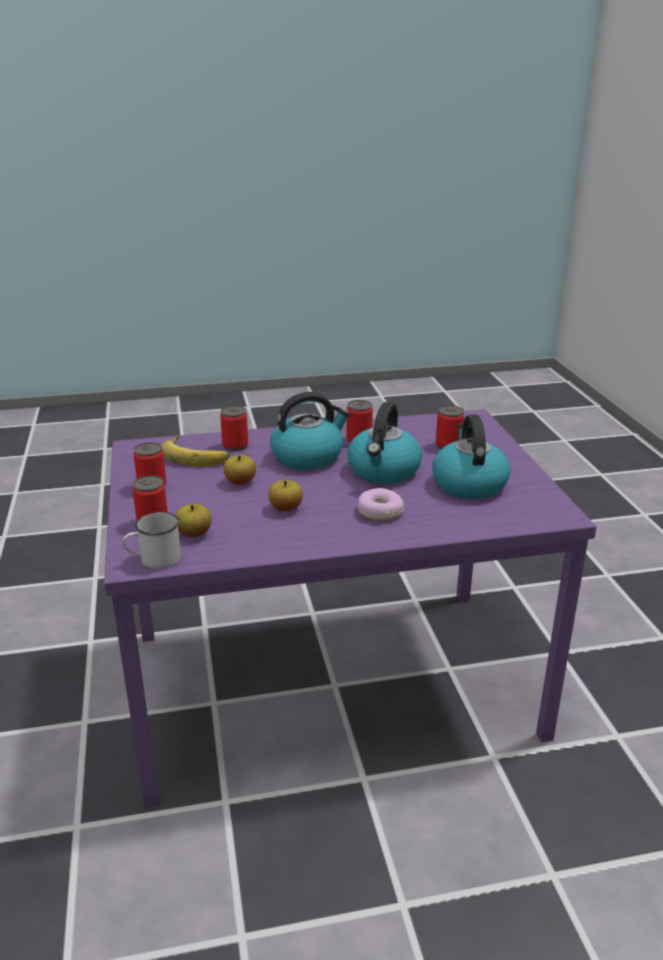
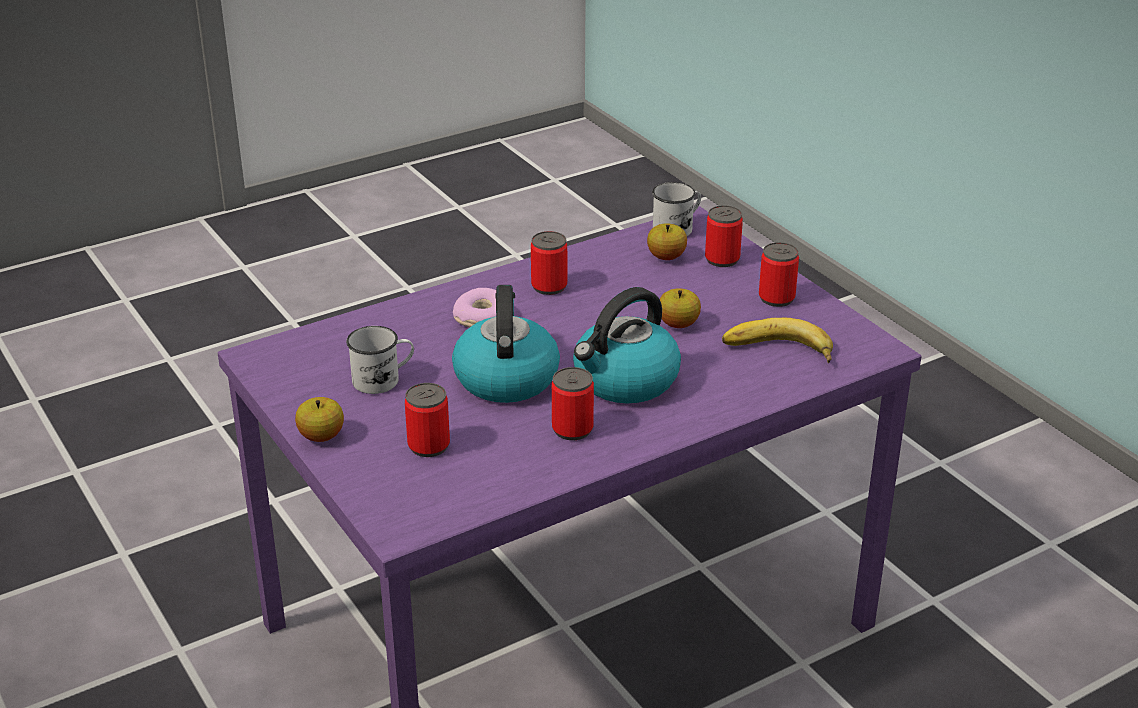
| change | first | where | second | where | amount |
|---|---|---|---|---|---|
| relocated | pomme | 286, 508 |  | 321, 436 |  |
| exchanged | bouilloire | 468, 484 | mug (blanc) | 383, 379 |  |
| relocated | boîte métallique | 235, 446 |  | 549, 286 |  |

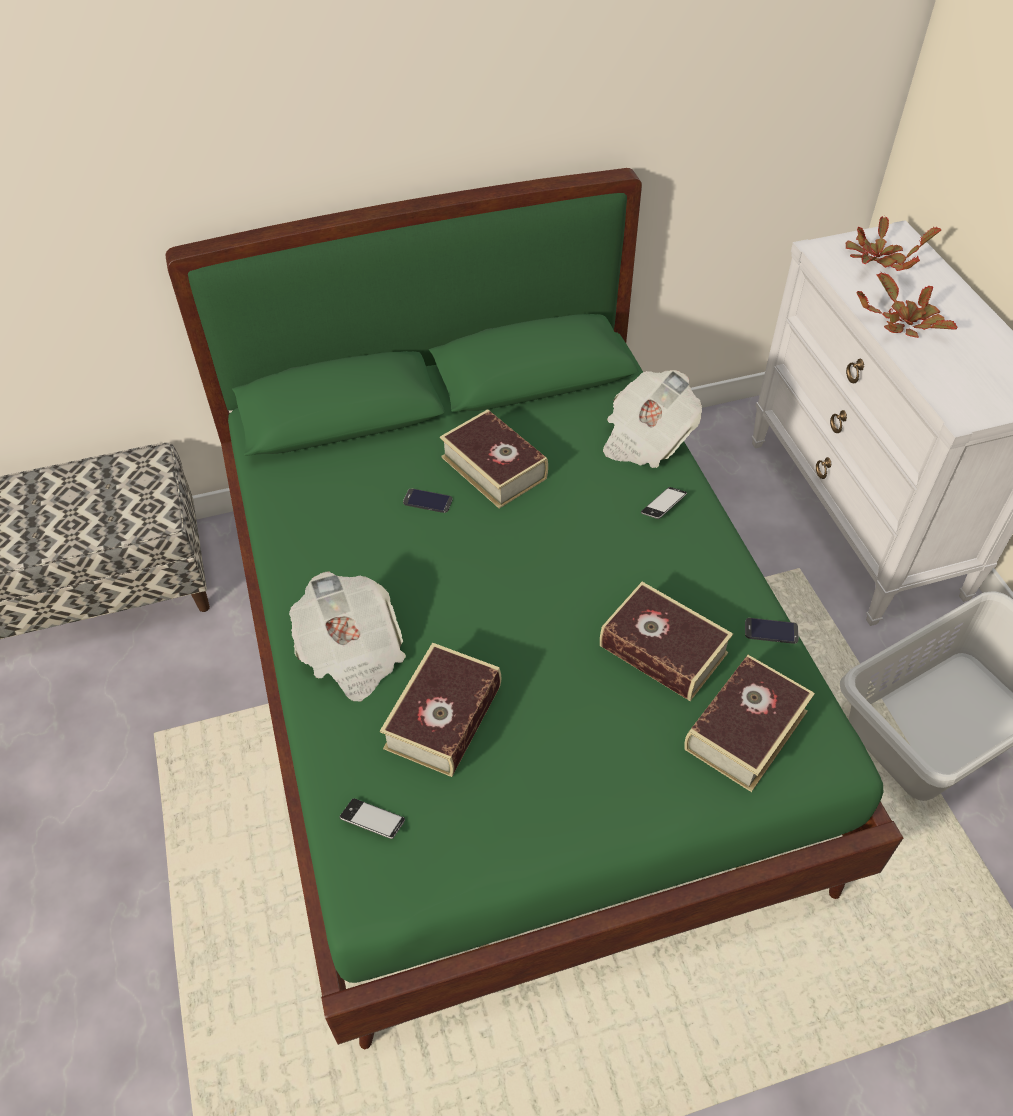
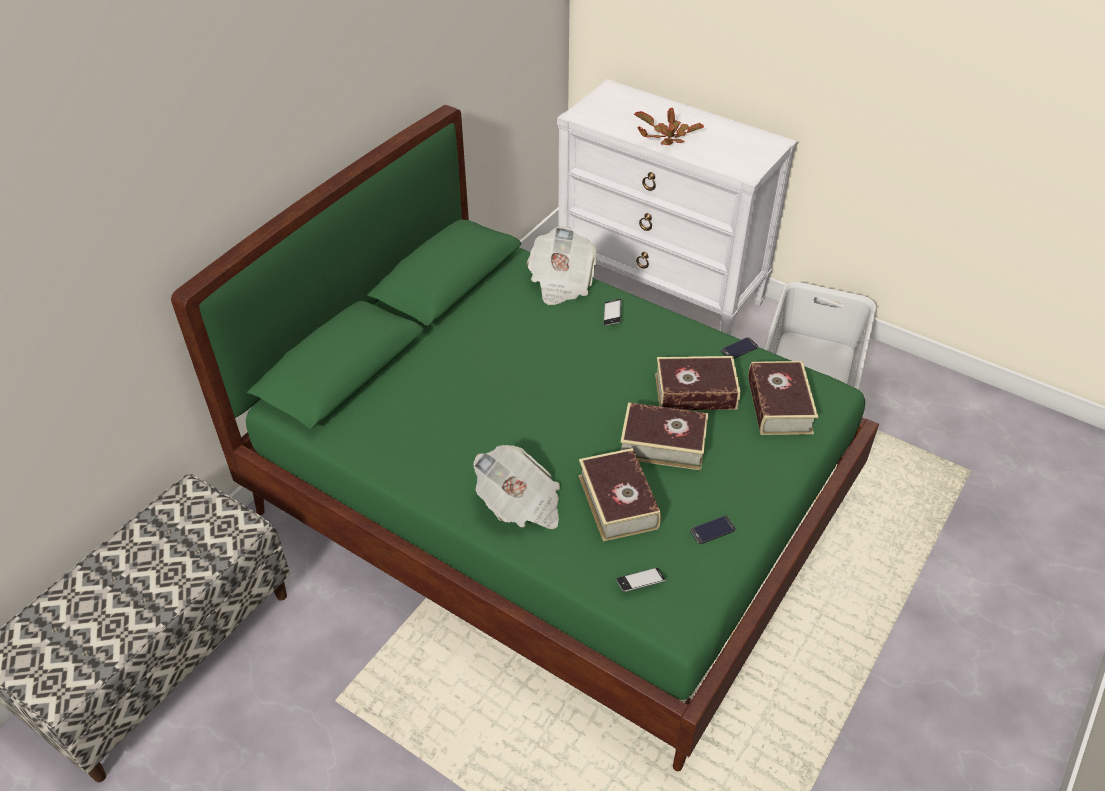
| change | first | where | second | where | amount |
|---|---|---|---|---|---|
| relocated | livre | 494, 467 |  | 663, 444 |  |
| relocated | téléphone | 427, 501 |  | 712, 530 |  |
| missing | plante en pot | 878, 260 |  |  |  |

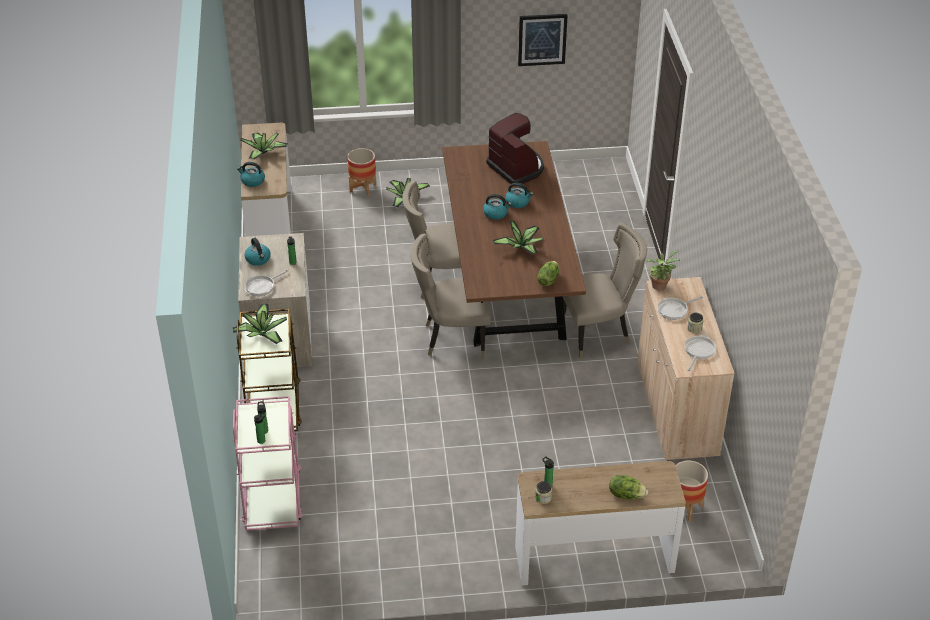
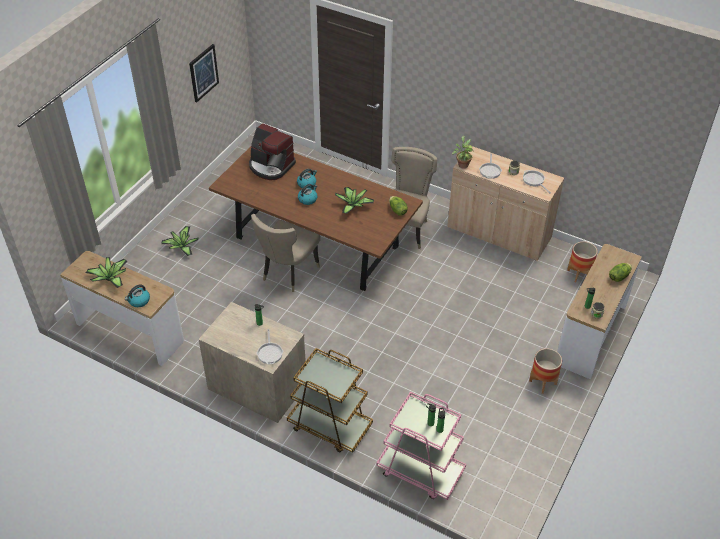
| change | first | where | second | where | amount |
|---|---|---|---|---|---|
| spun | machine à café | 516, 168 |  | 271, 166 | 150 degrees counterclockwise |
| relocated | cache-pot | 362, 188 |  | 542, 382 |  |
| missing | plante en pot | 261, 333 |  |  |  |
| missing | bouilloire | 258, 259 |  |  |  |
| missing | chaise (beige) | 452, 338 |  |  |  |

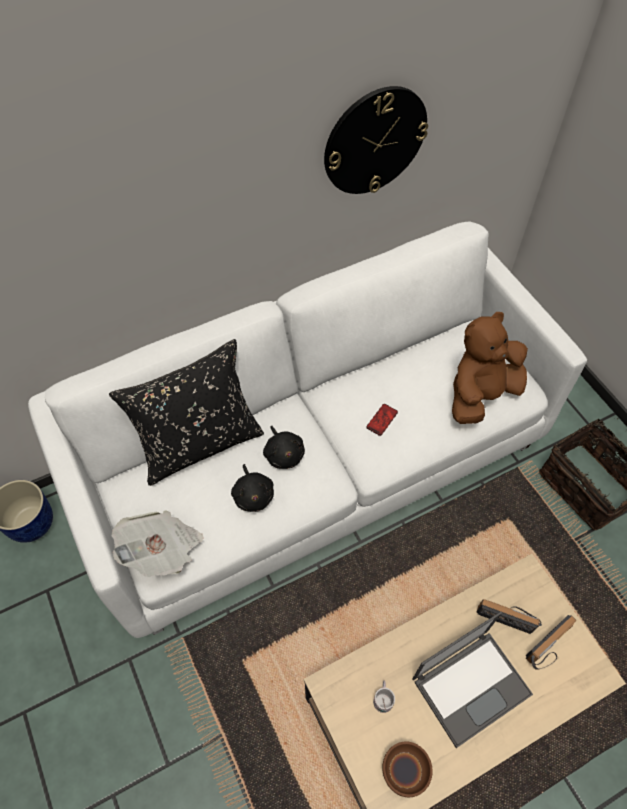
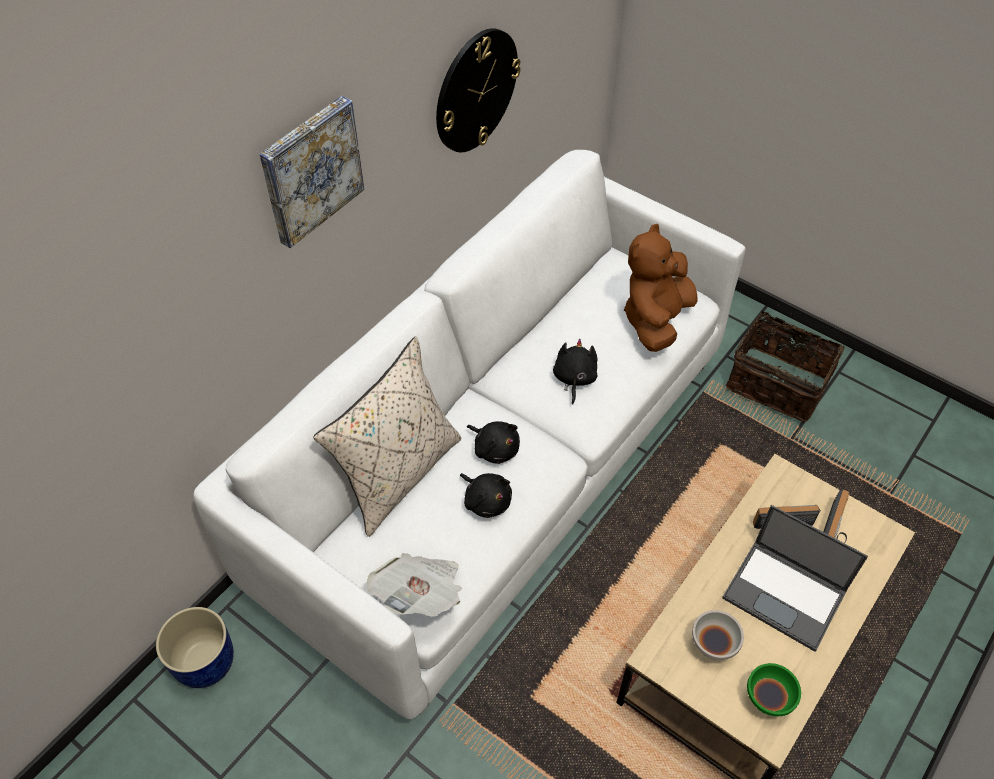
| change | first | where | second | where | amount |
|---|---|---|---|---|---|
| appeared |  |  | tableau | 310, 170 |  |
| colour | coussin (noir) | 199, 444 | coussin (beige) | 398, 474 |  |
| exchanged | téléphone | 382, 420 | peluche (noir) | 574, 379 |  |
| exchanged | mug (blanc) | 382, 699 | bol (blanc) | 712, 645 |  |
| spun | ordinateur portable | 472, 685 |  | 786, 594 | 90 degrees clockwise |
| colour | bol (marron) | 405, 771 | bol (vert) | 768, 698 |  |

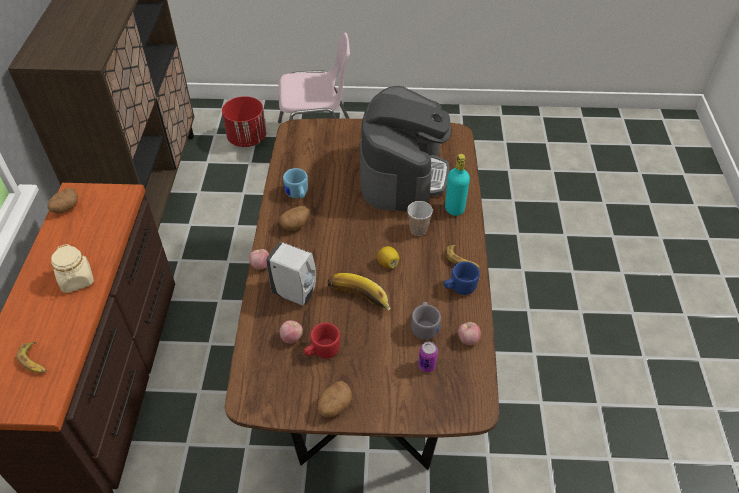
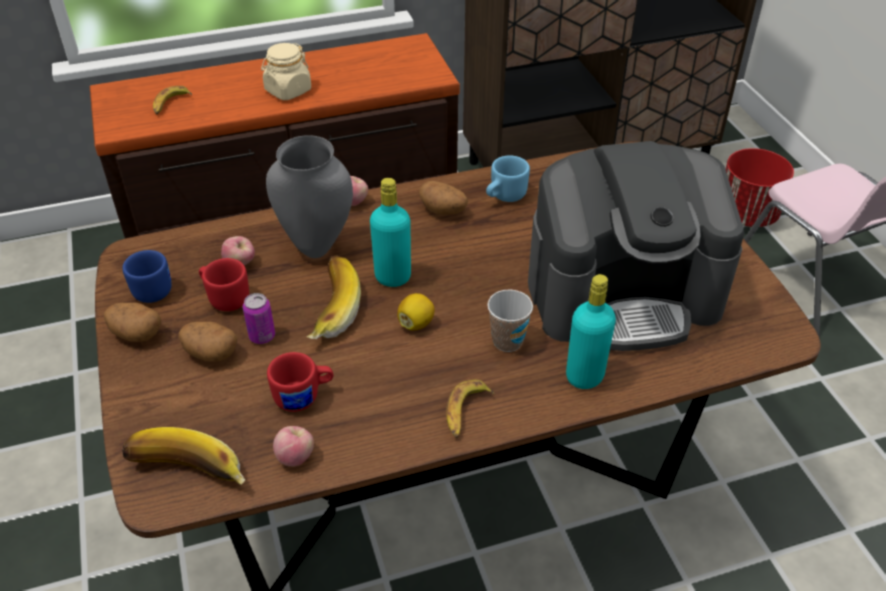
| change | first | where | second | where | amount |
|---|---|---|---|---|---|
| relocated | mug (bleu) | 459, 288 |  | 150, 288 |  |
| appeared |  |  | banane | 186, 475 |  |
| relocated | pomme de terre | 65, 208 |  | 211, 353 |  |
| relocated | boîte métallique | 426, 366 |  | 262, 336 |  |
| exchanged | distributeur de savon (blanc) | 296, 293 | vase (gris) | 317, 246 |  |
| colour | mug (gris) | 425, 327 | mug (rouge) | 304, 397 |  |
| appeared |  |  | bouteille (turquoise) | 393, 277 |  |

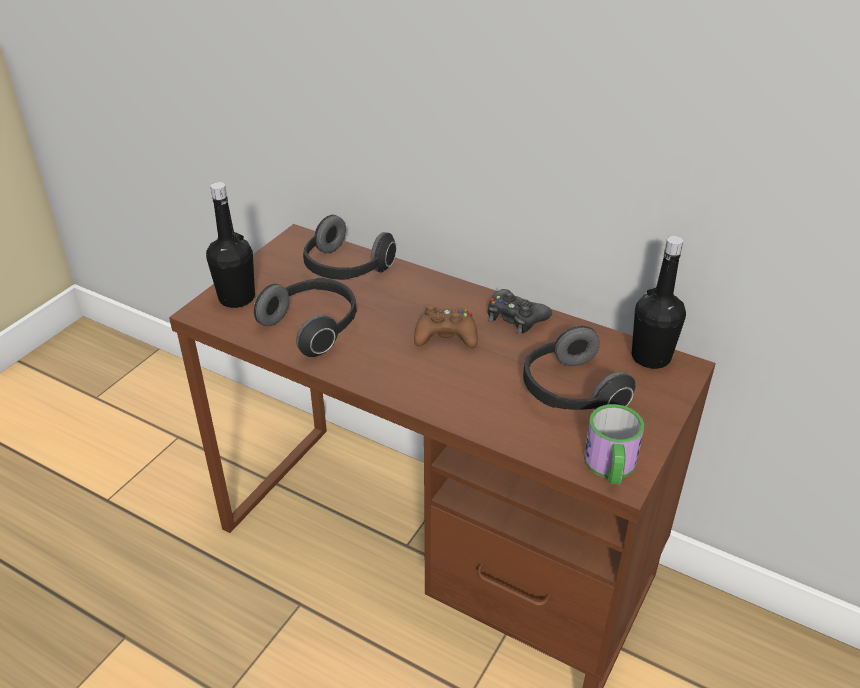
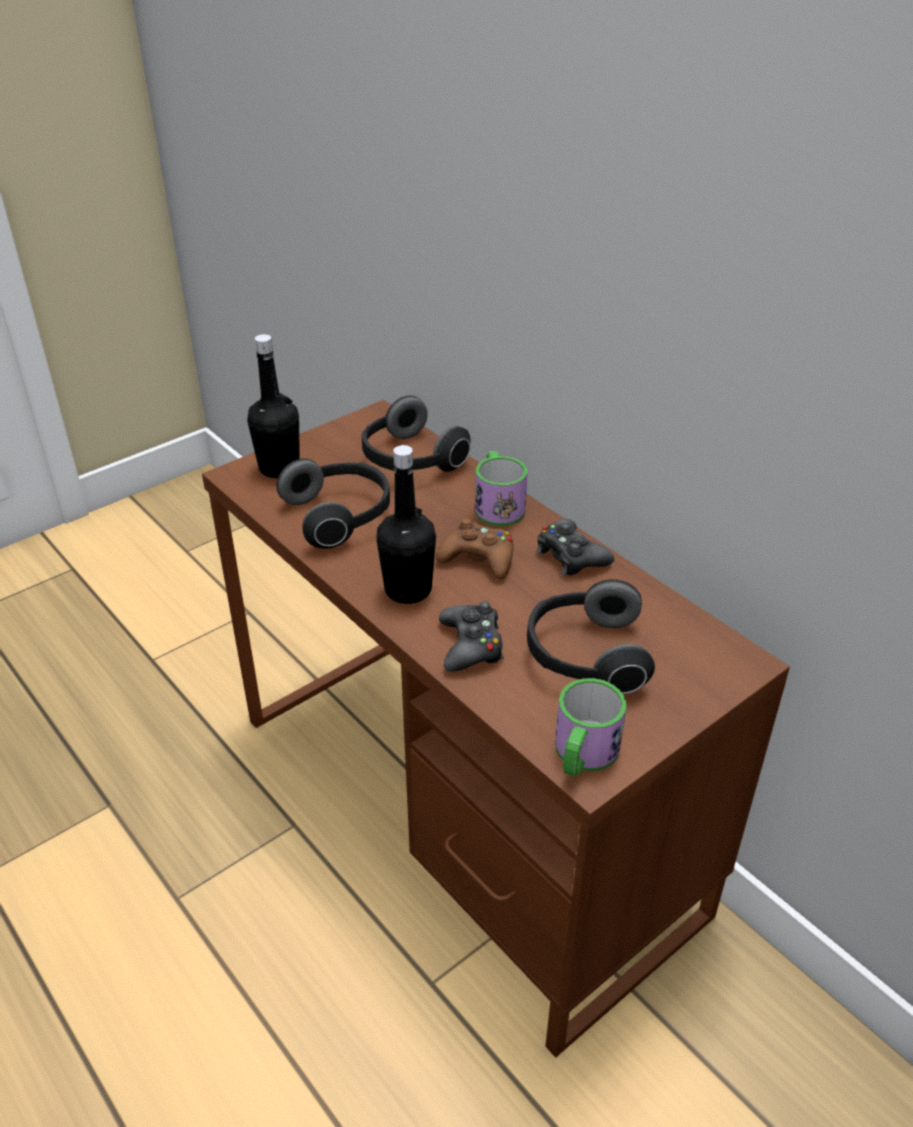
| change | first | where | second | where | amount |
|---|---|---|---|---|---|
| relocated | bouteille (noir) | 651, 357 |  | 408, 590 |  |
| appeared |  |  | manette (noir) | 471, 645 |  |
| appeared |  |  | mug | 498, 505 |  |

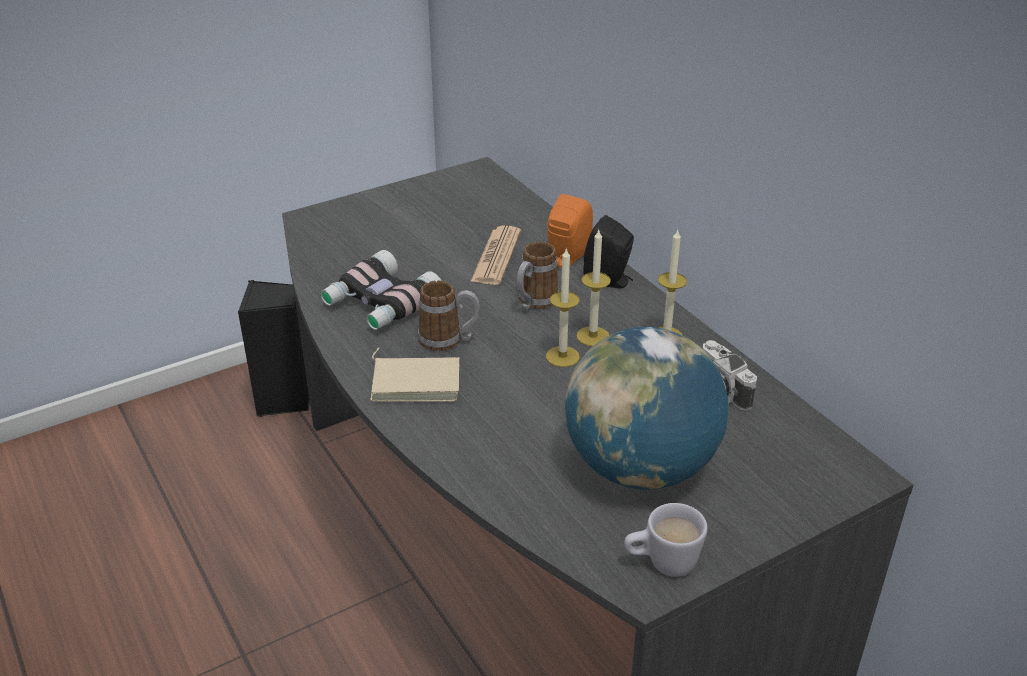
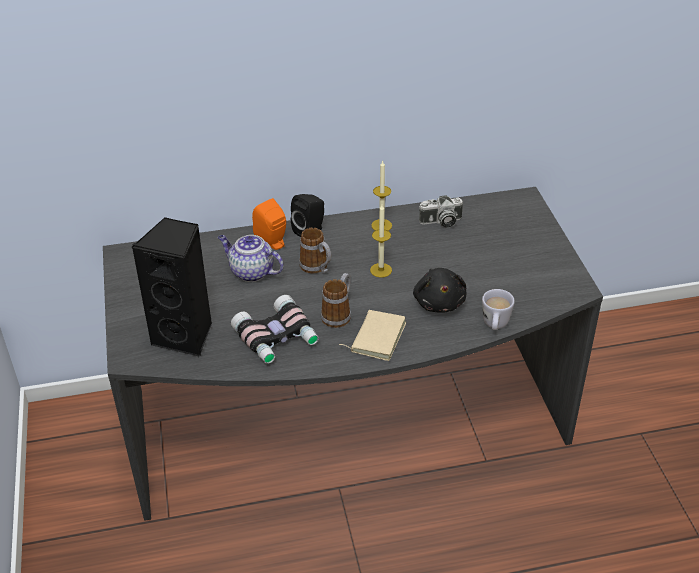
| change | first | where | second | where | amount |
|---|---|---|---|---|---|
| relocated | enceinte (noir) | 285, 400 |  | 186, 336 |  |
| exchanged | journal | 496, 256 | théière | 251, 272 |  |
| appeared |  |  | peluche (noir) | 439, 302 |  |
| relocated | mug (blanc) | 661, 563 |  | 495, 326 |  |
| missing | globe | 640, 467 |  |  |  |
| missing | bougie | 593, 336 |  |  |  |

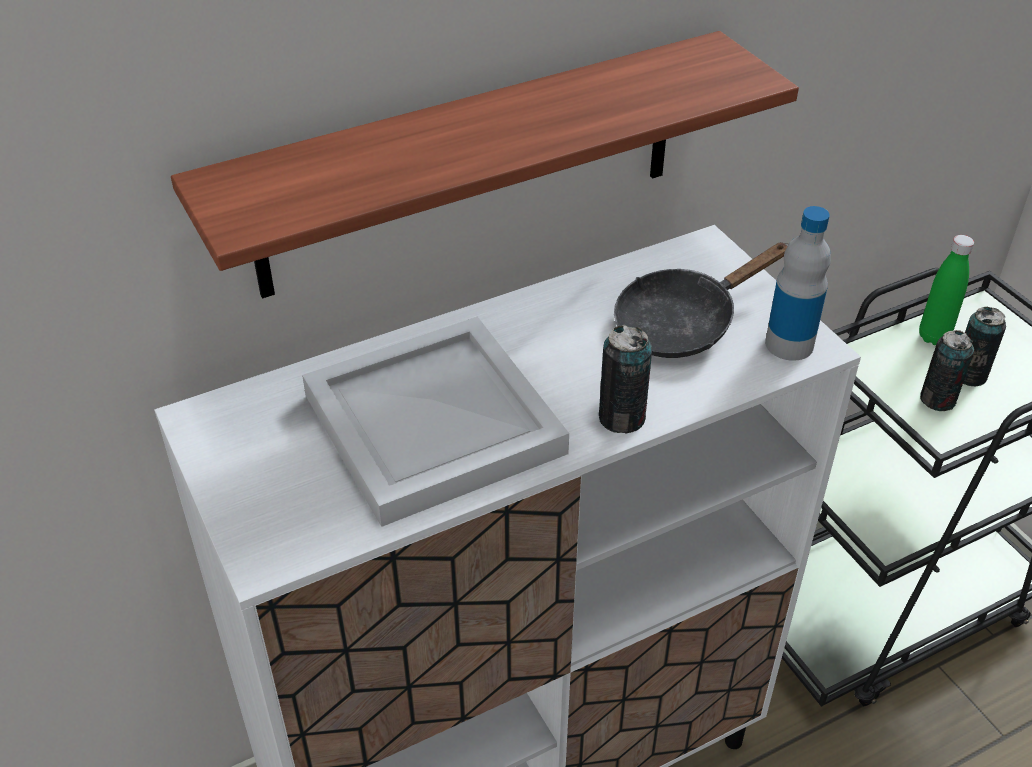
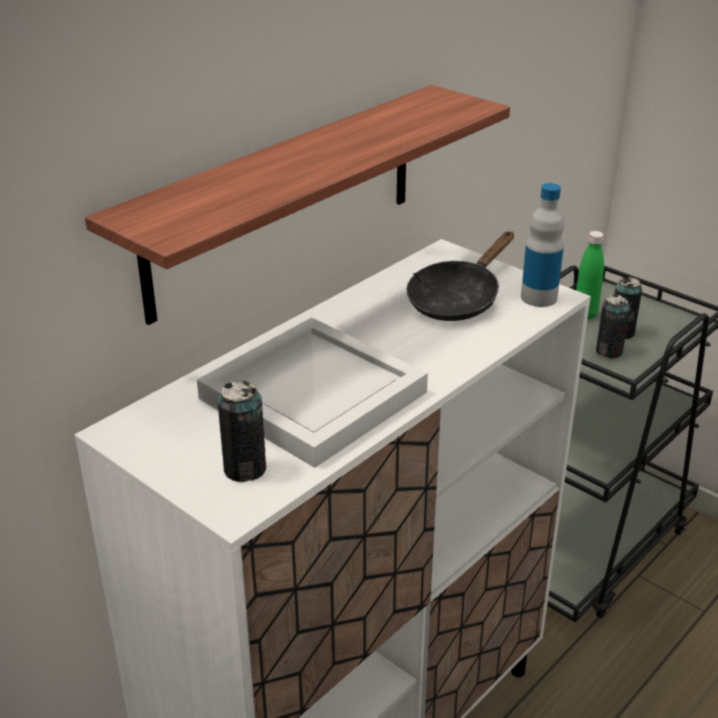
| change | first | where | second | where | amount |
|---|---|---|---|---|---|
| relocated | boîte métallique | 621, 418 |  | 245, 469 |  |

